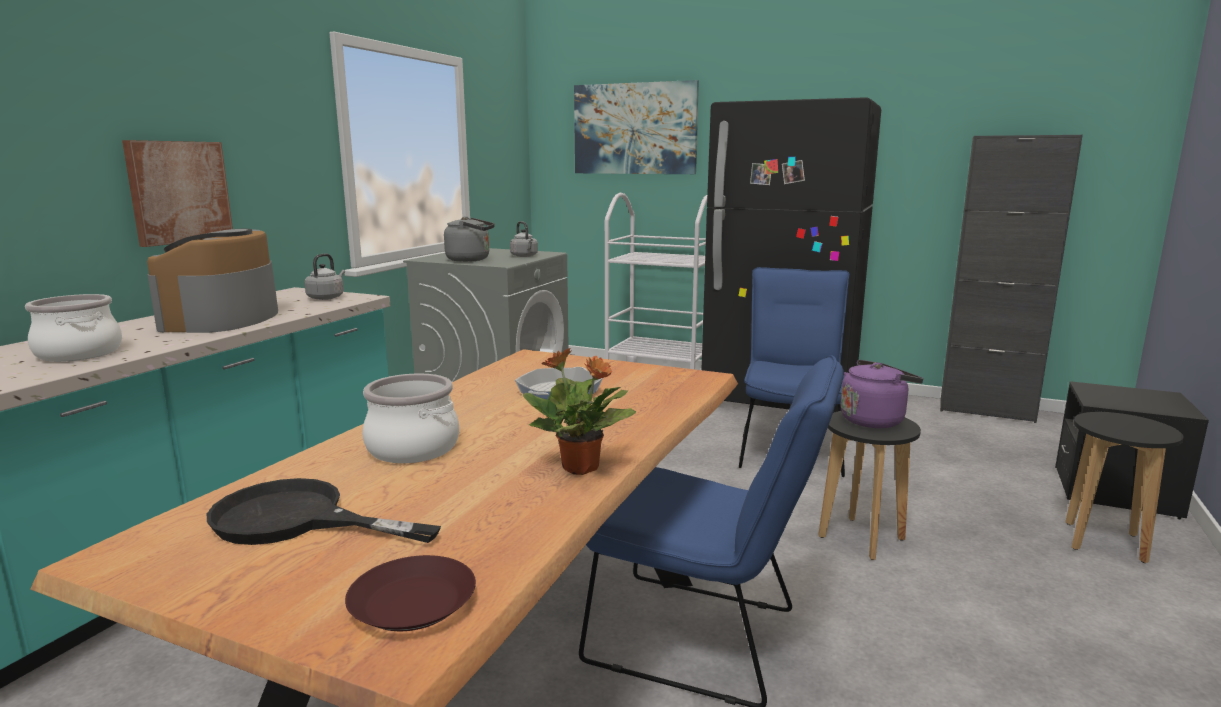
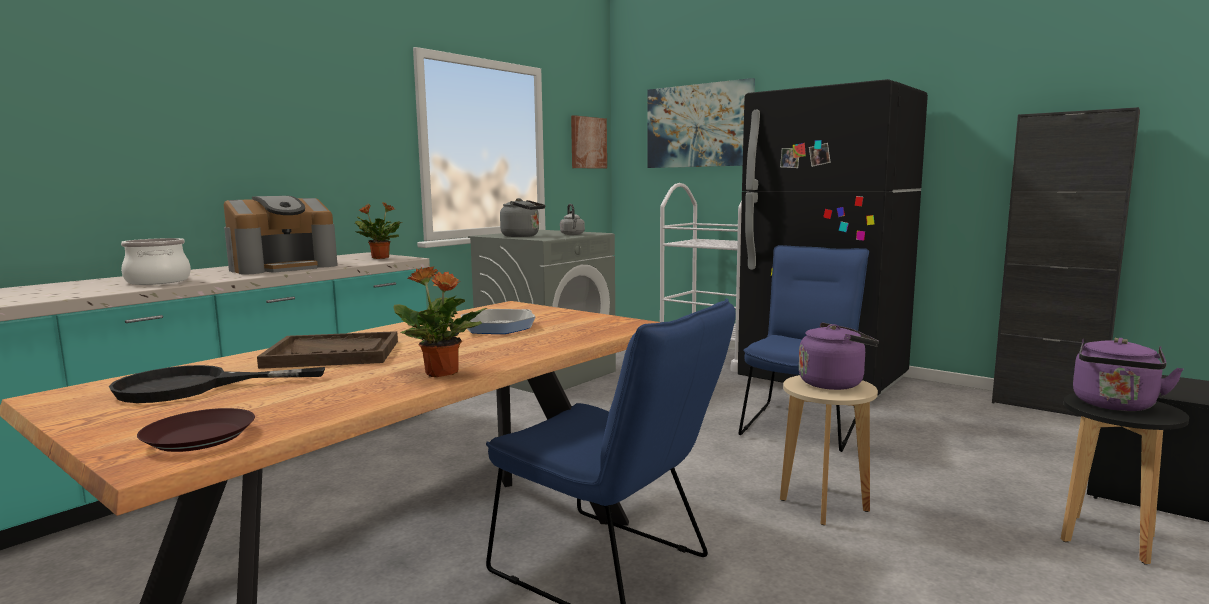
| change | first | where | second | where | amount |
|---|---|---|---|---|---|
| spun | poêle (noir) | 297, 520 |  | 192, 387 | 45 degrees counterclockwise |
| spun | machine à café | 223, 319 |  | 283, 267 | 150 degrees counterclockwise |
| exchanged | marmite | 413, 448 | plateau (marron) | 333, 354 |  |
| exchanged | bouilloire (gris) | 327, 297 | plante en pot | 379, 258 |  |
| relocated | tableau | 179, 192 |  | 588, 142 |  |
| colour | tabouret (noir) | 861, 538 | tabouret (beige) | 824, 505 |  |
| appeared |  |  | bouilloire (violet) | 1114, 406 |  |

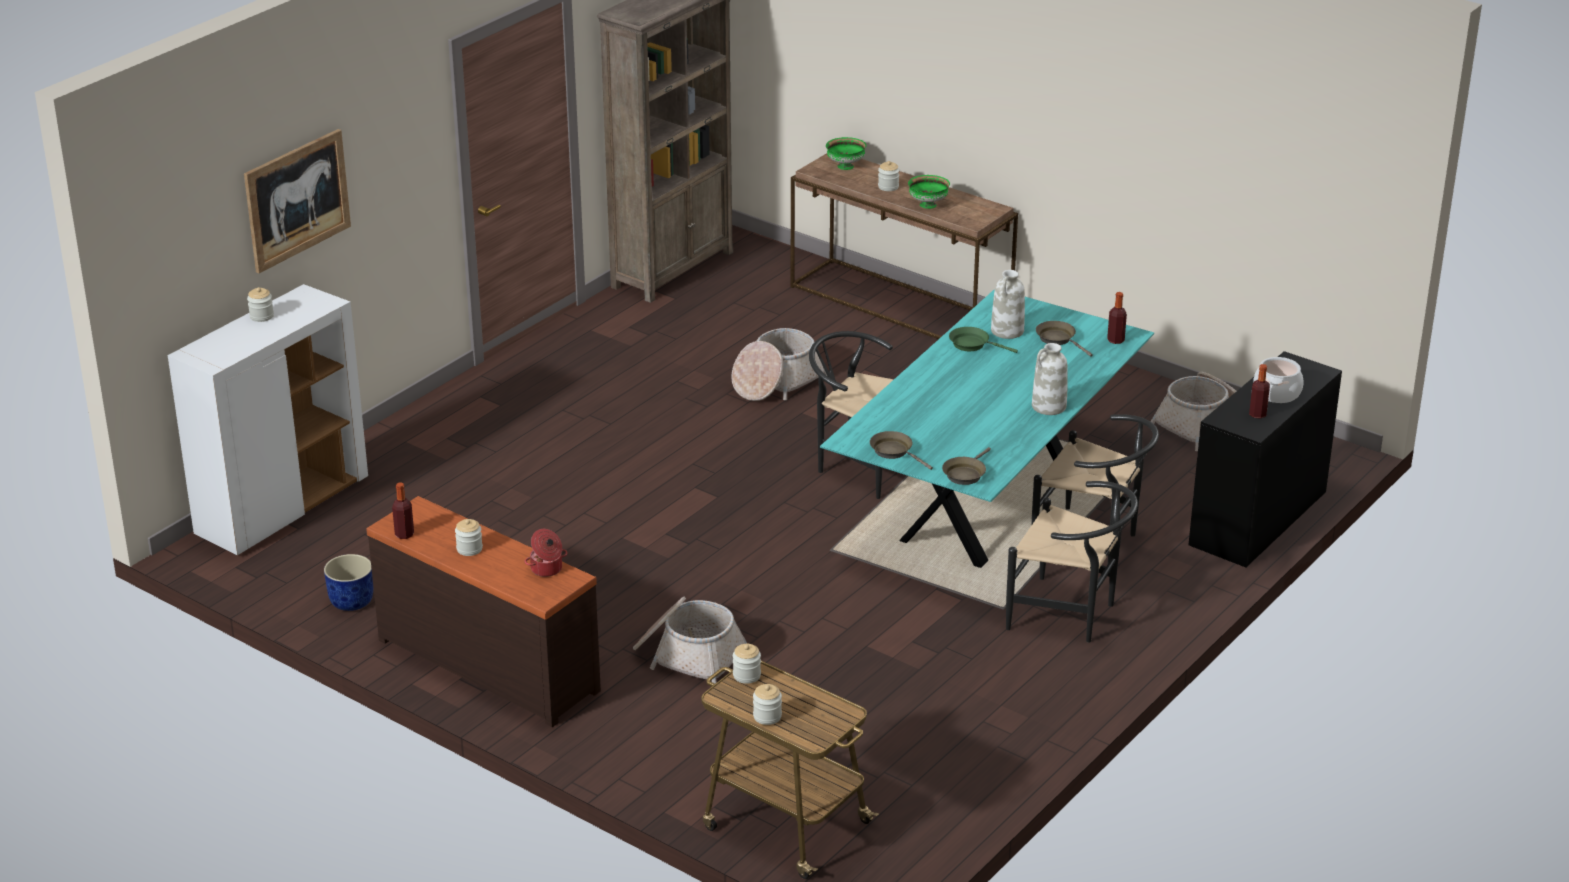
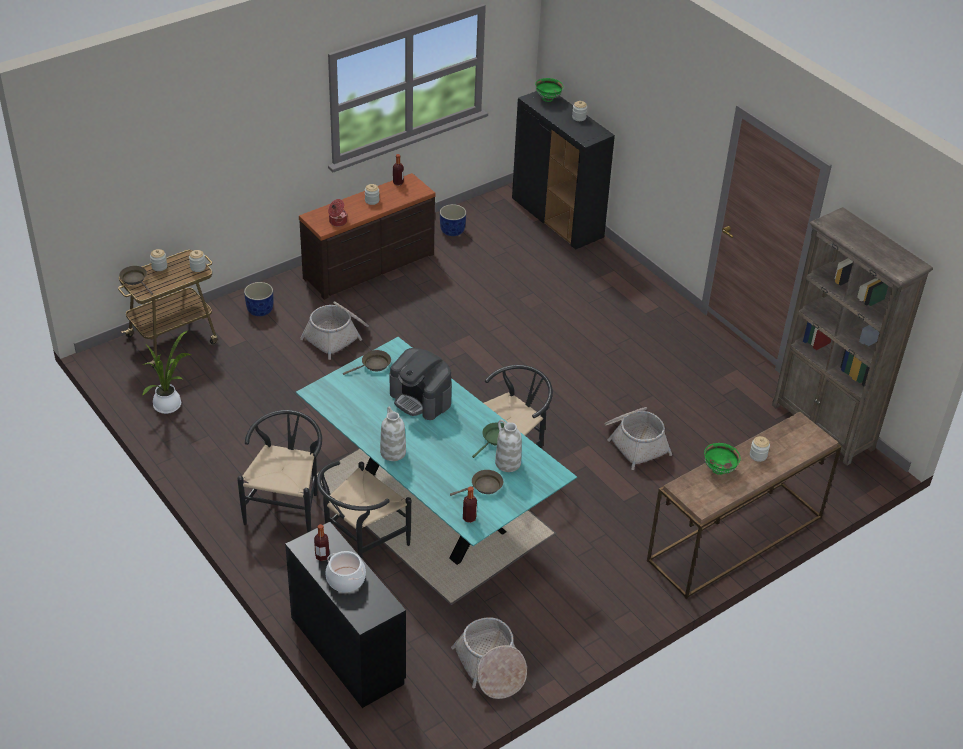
| change | first | where | second | where | amount |
|---|---|---|---|---|---|
| relocated | poêle (marron) | 965, 474 |  | 135, 280 |  |
| appeared |  |  | plante en pot | 170, 405 |  |
| spun | chaise (noir) | 1070, 615 |  | 287, 506 | 150 degrees clockwise |
| appeared |  |  | cache-pot (bleu) | 260, 309 |  |
| appeared |  |  | machine à café | 421, 399 |  |
| colour | meuble de rangement (blanc) | 282, 507 | meuble de rangement (noir) | 558, 219 |  |
| relocated | bol (vert) | 845, 166 |  | 548, 98 |  |
| missing | tableau | 297, 200 |  |  |  |

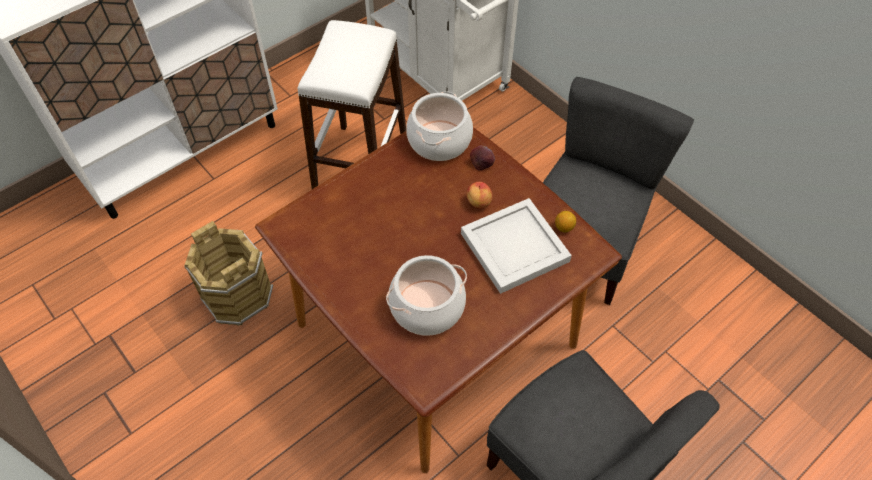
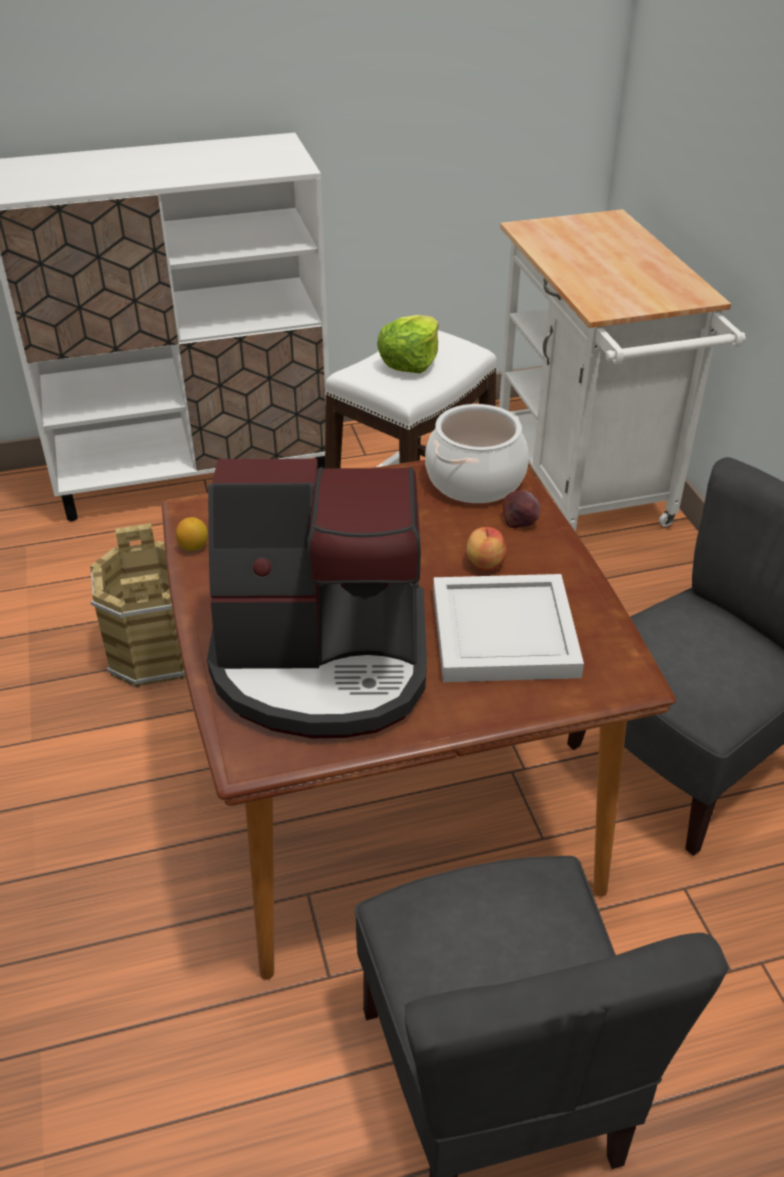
| change | first | where | second | where | amount |
|---|---|---|---|---|---|
| relocated | citron | 564, 227 |  | 194, 546 |  |
| exchanged | marmite | 427, 306 | machine à café | 322, 661 |  |
| appeared |  |  | laitue | 410, 362 |  |

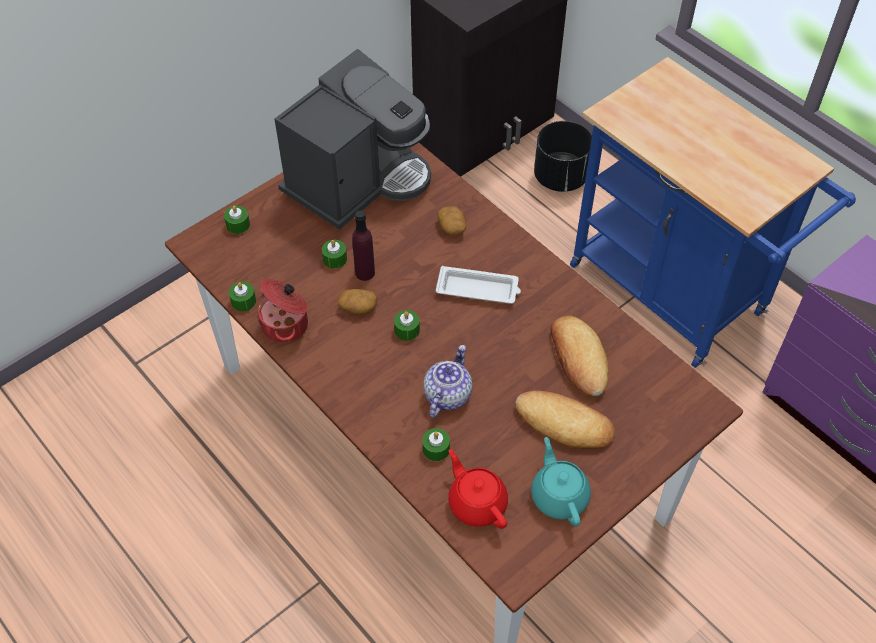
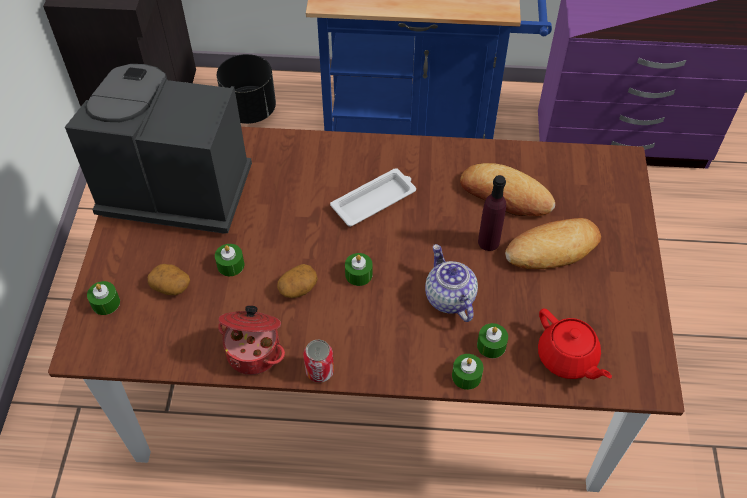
| change | first | where | second | where | amount |
|---|---|---|---|---|---|
| spun | machine à café | 358, 180 |  | 173, 188 | 75 degrees counterclockwise |
| relocated | pomme de terre | 452, 227 |  | 171, 286 |  |
| appeared |  |  | boîte métallique | 319, 371 |  |
| relocated | bougie (vert) | 243, 301 |  | 466, 376 |  |
| relocated | bouteille (violet) | 365, 273 |  | 488, 242 |  |
| spun | théière (rouge) | 477, 502 |  | 567, 358 | 135 degrees counterclockwise |
| missing | théière (turquoise) | 559, 496 |  |  |  |

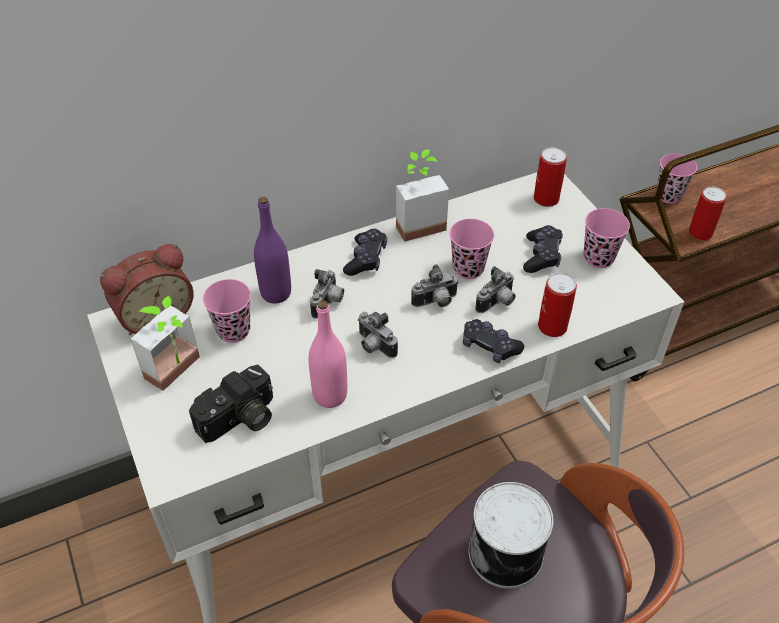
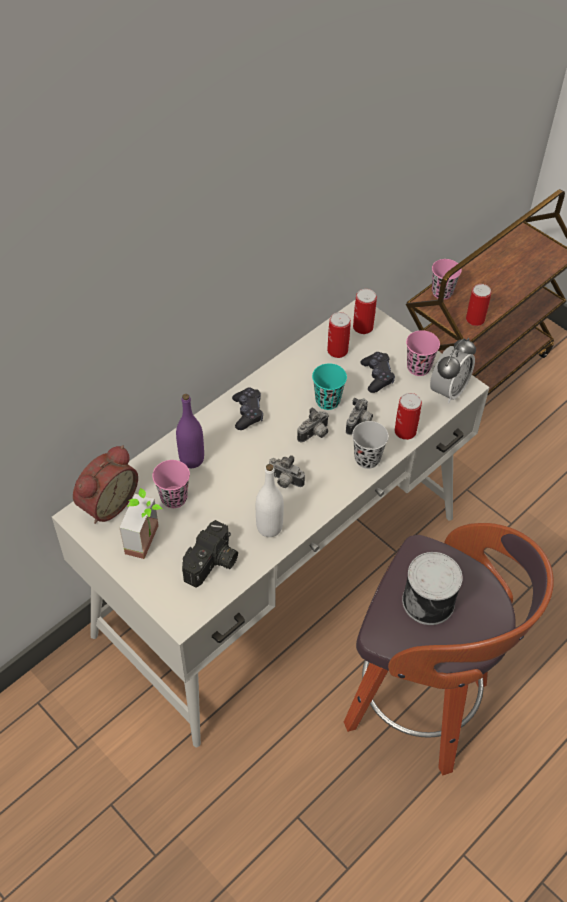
| change | first | where | second | where | amount |
|---|---|---|---|---|---|
| colour | bouteille (rose) | 330, 395 | bouteille (blanc) | 269, 527 |  |
| colour | tasse (rose) | 468, 268 | tasse (turquoise) | 327, 401 |  |
| appeared |  |  | boîte métallique | 337, 350 |  |
| exchanged | manette (noir) | 489, 346 | tasse (noir) | 367, 459 |  |
| appeared |  |  | réveil | 448, 390 |  |
| missing | appareil photo | 328, 303 |  |  |  |
| missing | plante en pot | 417, 222 |  |  |  |

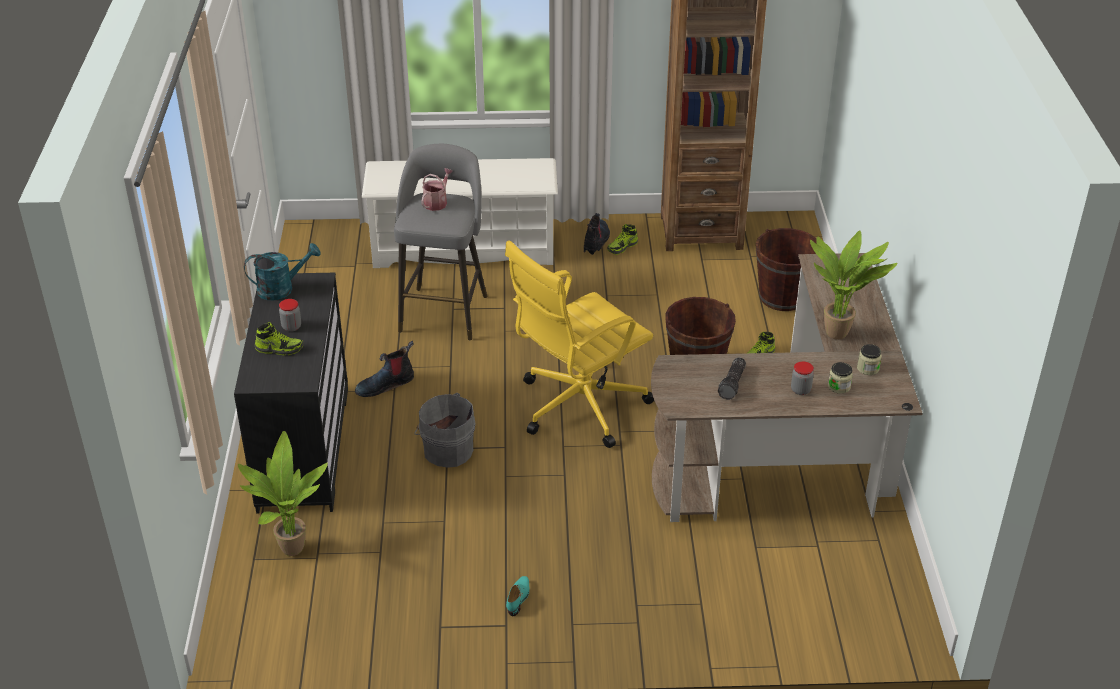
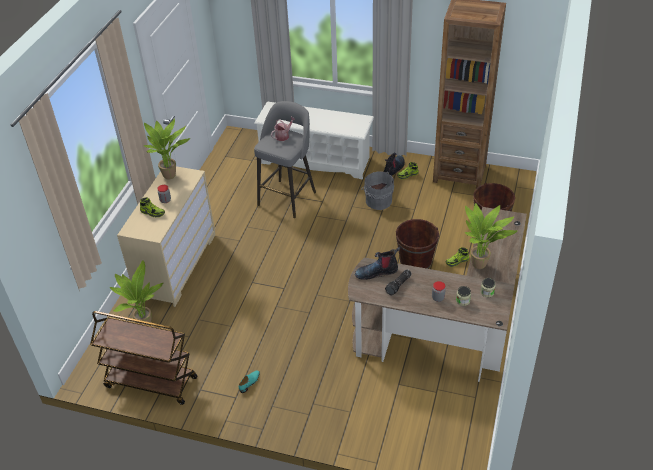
| change | first | where | second | where | amount |
|---|---|---|---|---|---|
| appeared |  |  | chariot (marron) | 150, 382 |  |
| colour | commode (noir) | 303, 447 | commode (beige) | 176, 265 |  |
| exchanged | arrosoir (turquoise) | 282, 289 | plante en pot | 172, 176 |  |
| relocated | botte | 385, 384 |  | 377, 272 |  |
| relocated | seau (gris) | 446, 450 |  | 377, 200 |  |
| missing | chaise de bureau (jaune) | 578, 406 |  |  |  |

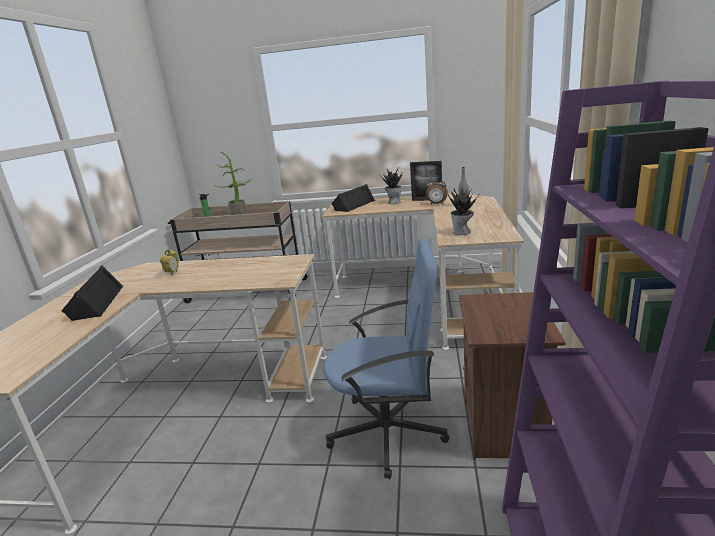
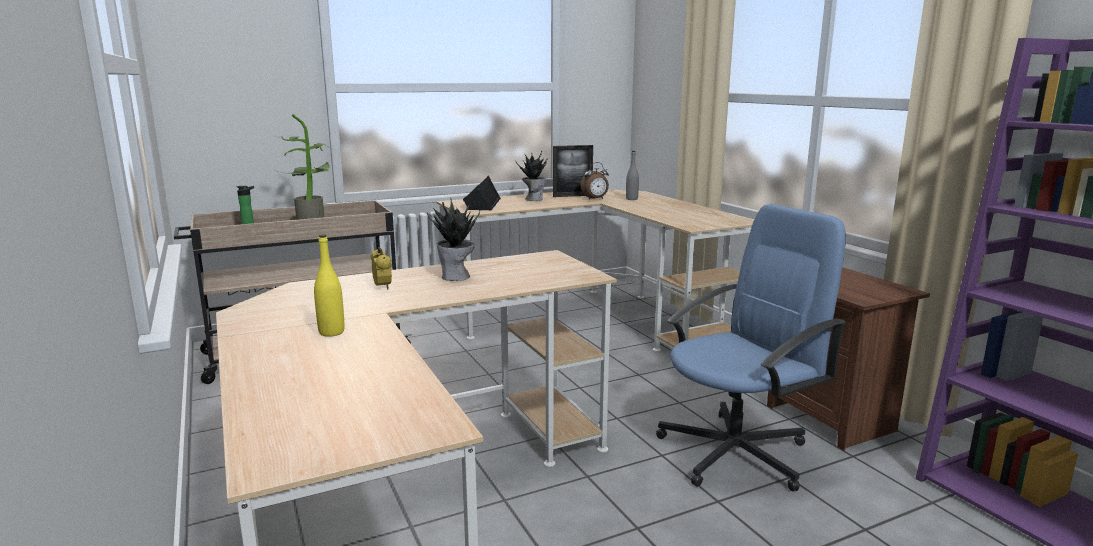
| change | first | where | second | where | amount |
|---|---|---|---|---|---|
| exchanged | enceinte (noir) | 95, 303 | bouteille (jaune) | 331, 332 |  |
| relocated | plante en pot | 462, 232 |  | 457, 277 |  |

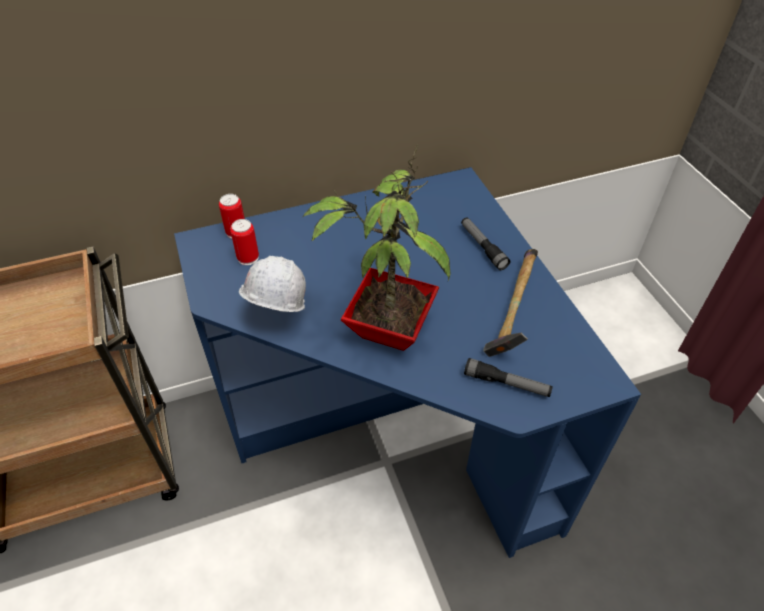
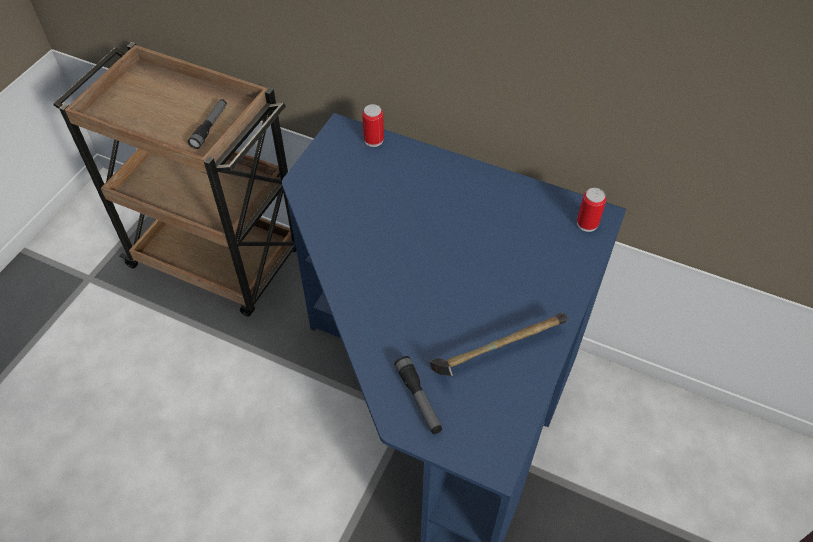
| change | first | where | second | where | amount |
|---|---|---|---|---|---|
| relocated | lampe de poche | 483, 247 |  | 210, 127 |  |
| relocated | boîte métallique | 248, 258 |  | 587, 223 |  |
| missing | casque de chantier (blanc) | 275, 316 |  |  |  |
| missing | plante en pot | 386, 328 |  |  |  |

